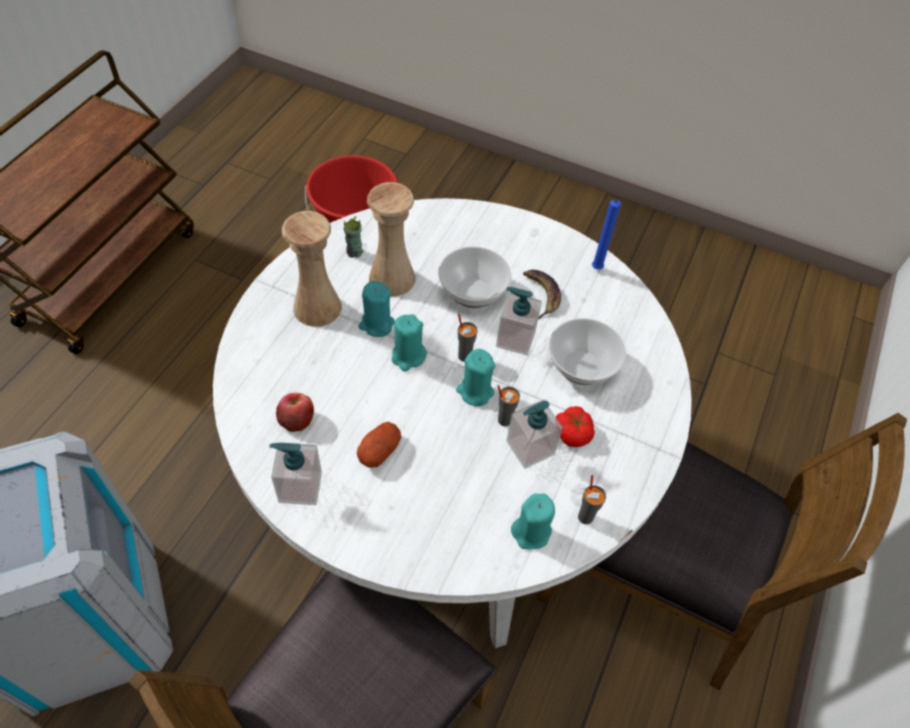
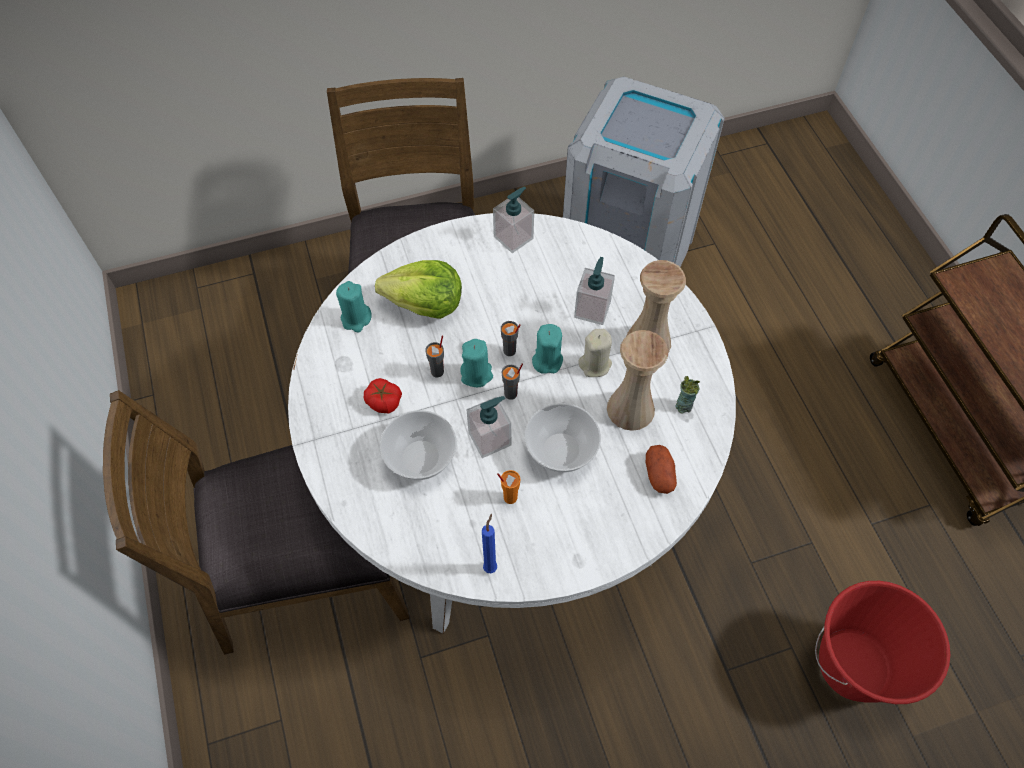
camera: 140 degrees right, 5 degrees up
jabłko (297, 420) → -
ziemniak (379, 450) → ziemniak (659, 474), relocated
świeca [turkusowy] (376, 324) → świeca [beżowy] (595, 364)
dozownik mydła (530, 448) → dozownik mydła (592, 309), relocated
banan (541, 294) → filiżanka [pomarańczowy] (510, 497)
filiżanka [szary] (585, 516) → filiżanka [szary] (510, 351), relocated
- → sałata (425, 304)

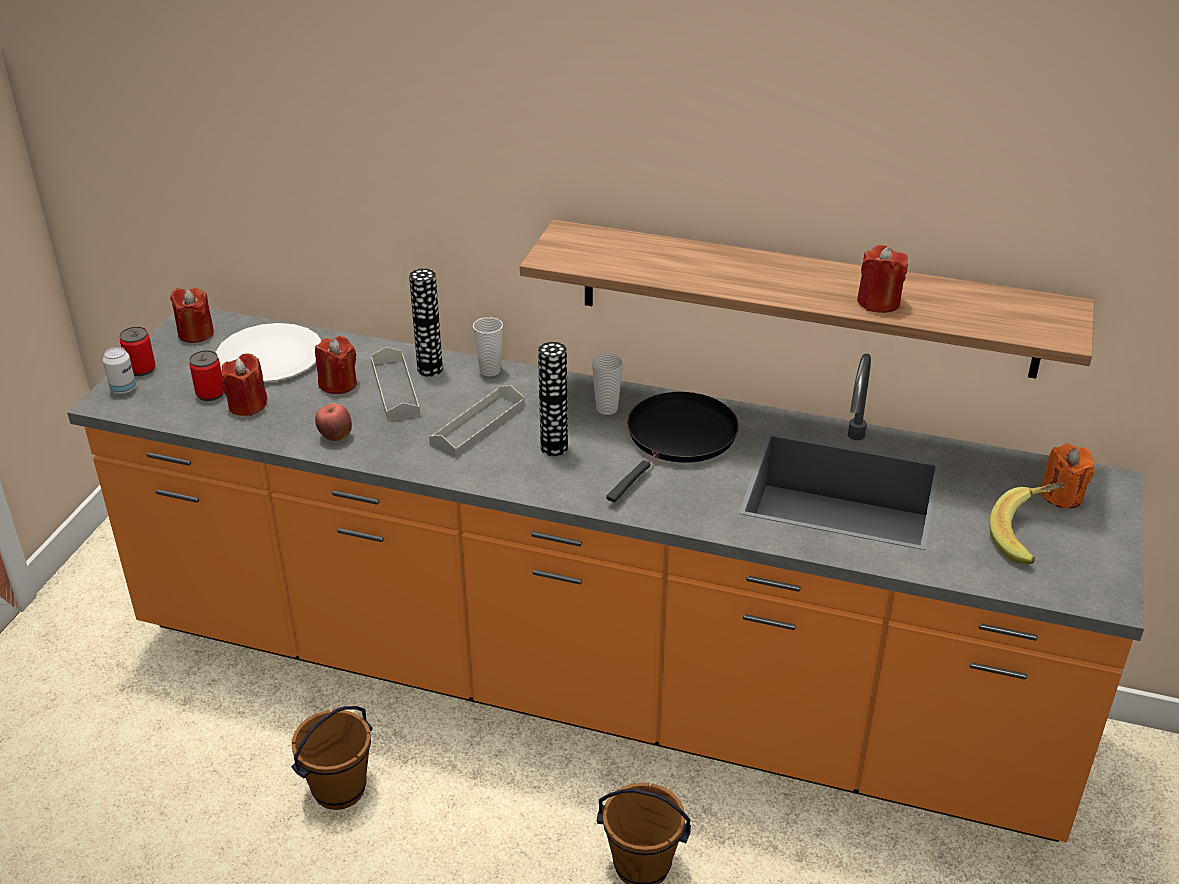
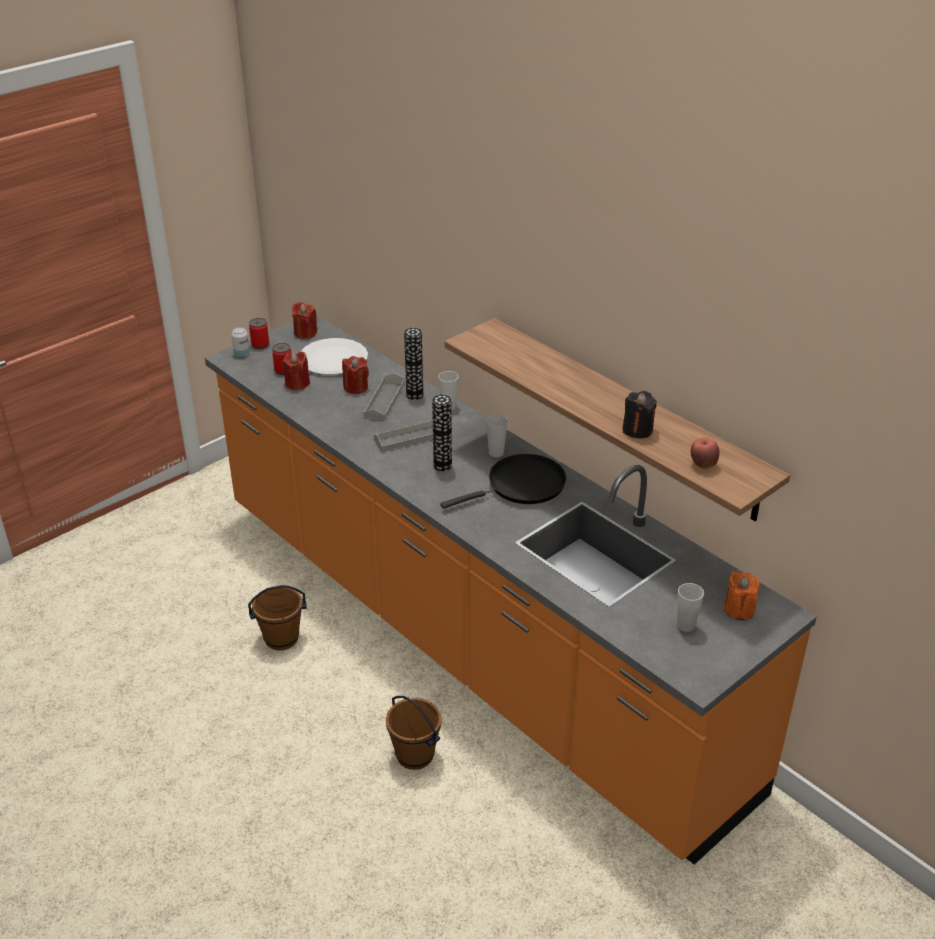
camera: 30 degrees right, 0 degrees up
jabłko (335, 437) → jabłko (703, 465), relocated
świeca [czerwony] (878, 302) → świeca [czarny] (637, 430)
banan (1028, 537) → filiżanka (686, 625)

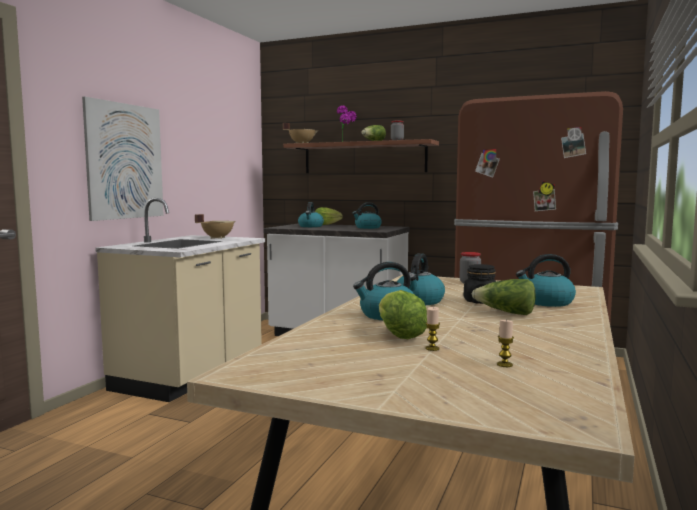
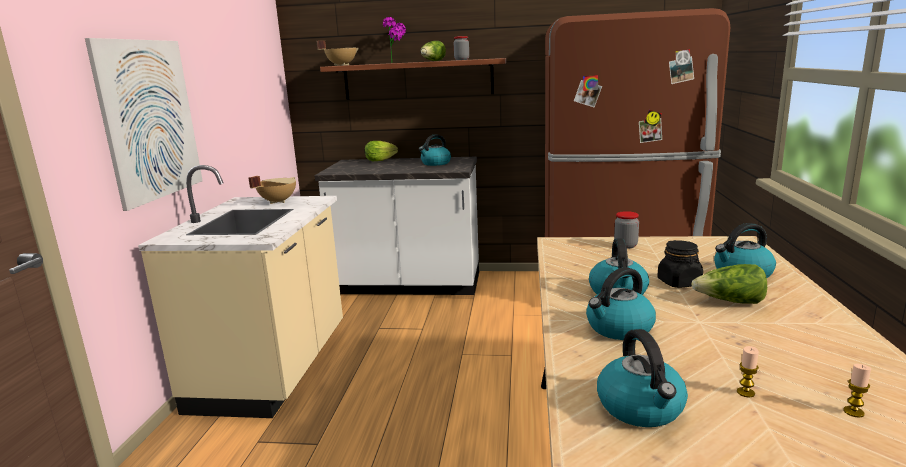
camera: 15 degrees left, 10 degrees up
czajnik (310, 226) → czajnik (641, 408), relocated
sałata (399, 335) → -

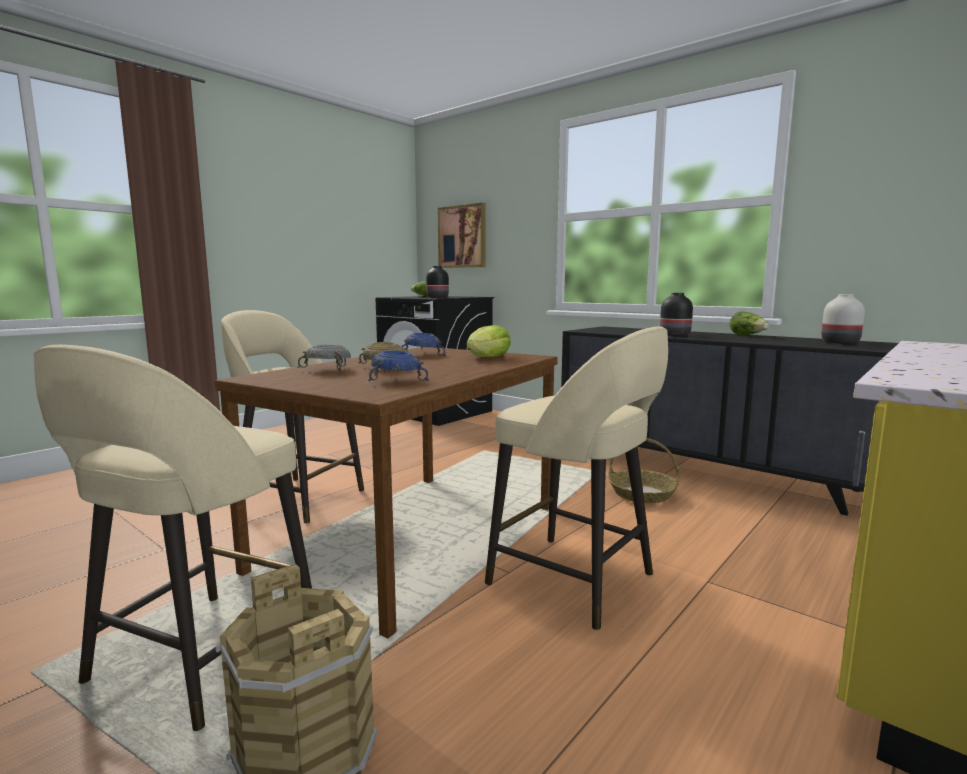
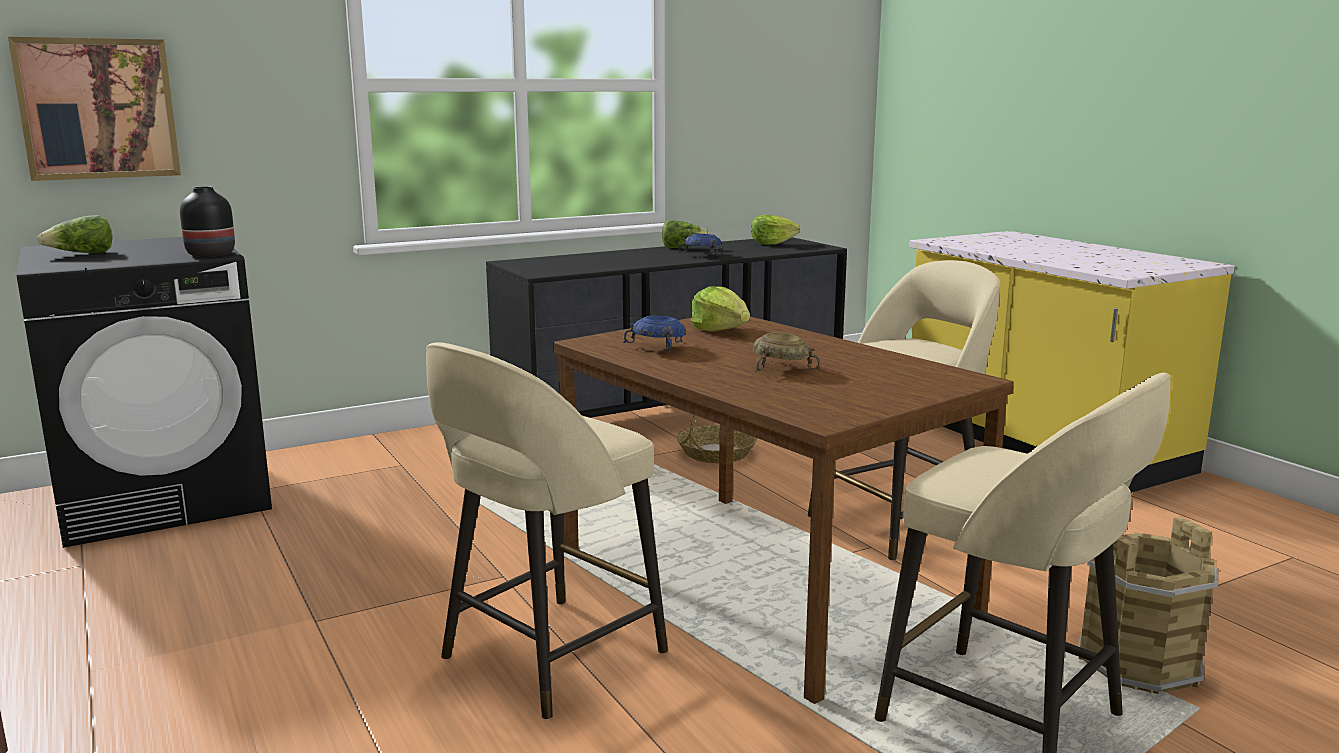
camera: 70 degrees left, 5 degrees up
miska [szary] (328, 370) → -
miska [niebieski] (395, 380) → miska [niebieski] (703, 255), relocated
wazon [czarny] (674, 335) → -
wazon [biały] (839, 342) → sałata (772, 243)

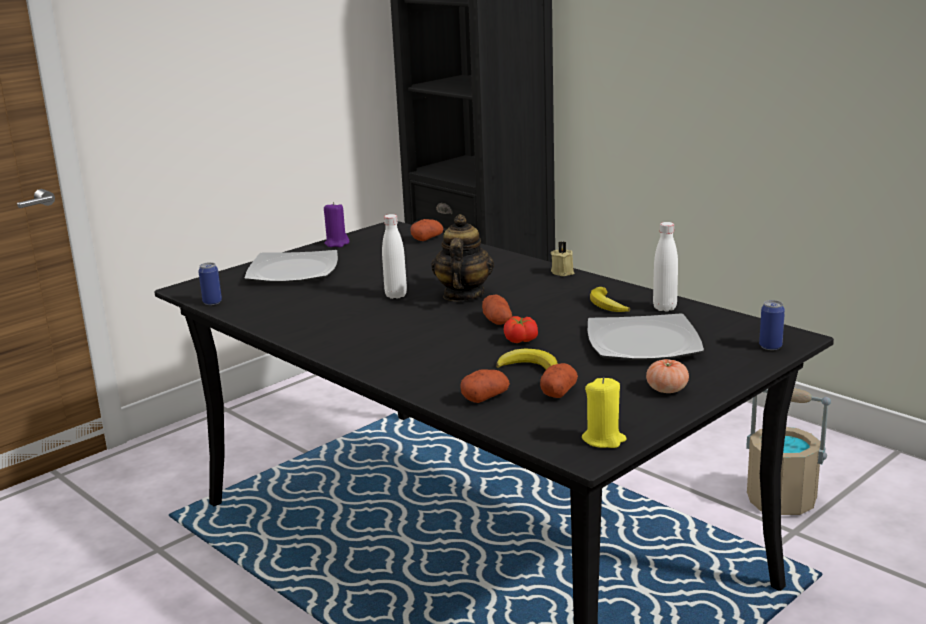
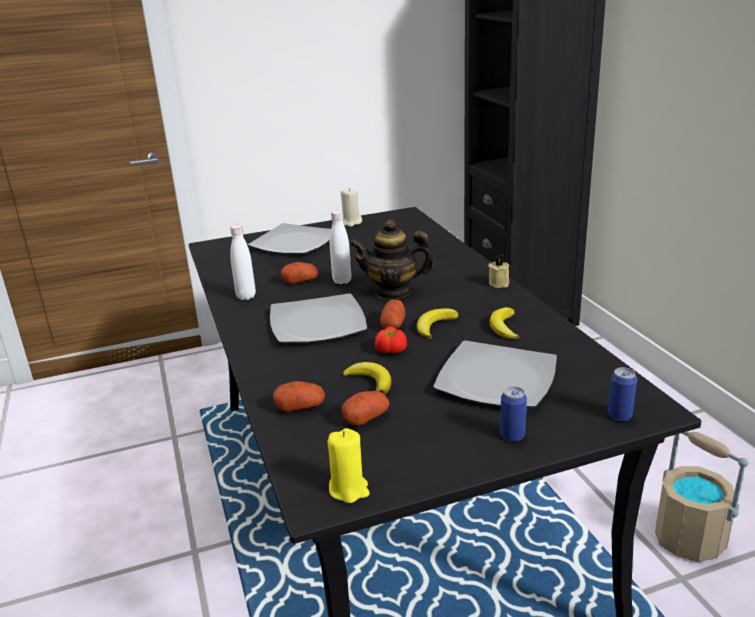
camera: 25 degrees right, 5 degrees up
puszka (212, 302) → puszka (512, 435), relocated
świeca [fioletowy] (337, 243) → świeca [beżowy] (351, 223)
ziemniak (427, 239) → ziemniak (300, 281), relocated
imbryk (463, 295) → imbryk (393, 291), 120 degrees counterclockwise
pomidor (667, 389) → -
butelka [biały] (664, 308) → butelka [biały] (246, 296), relocated
- → talerz (318, 324)
- → banan (434, 326)

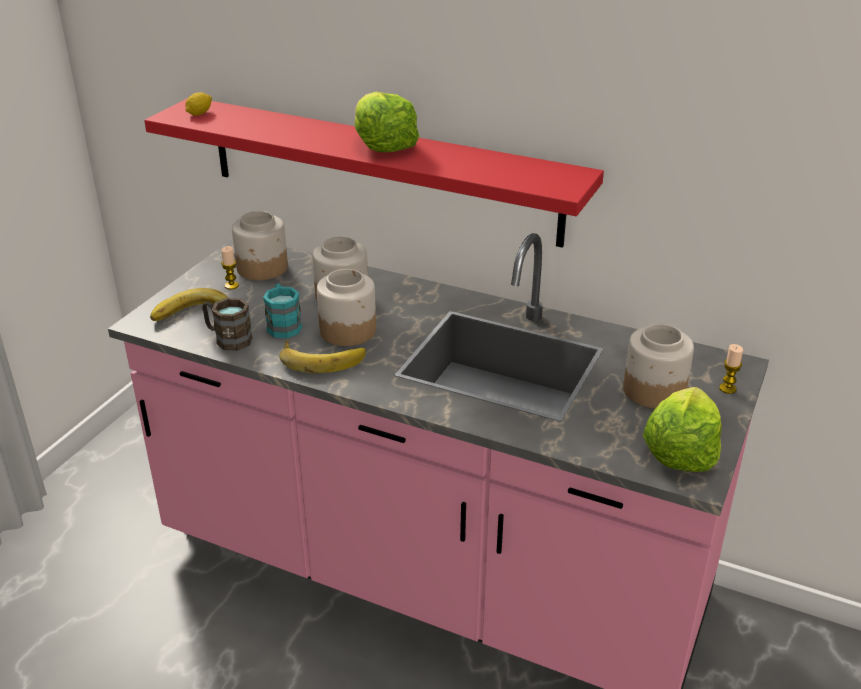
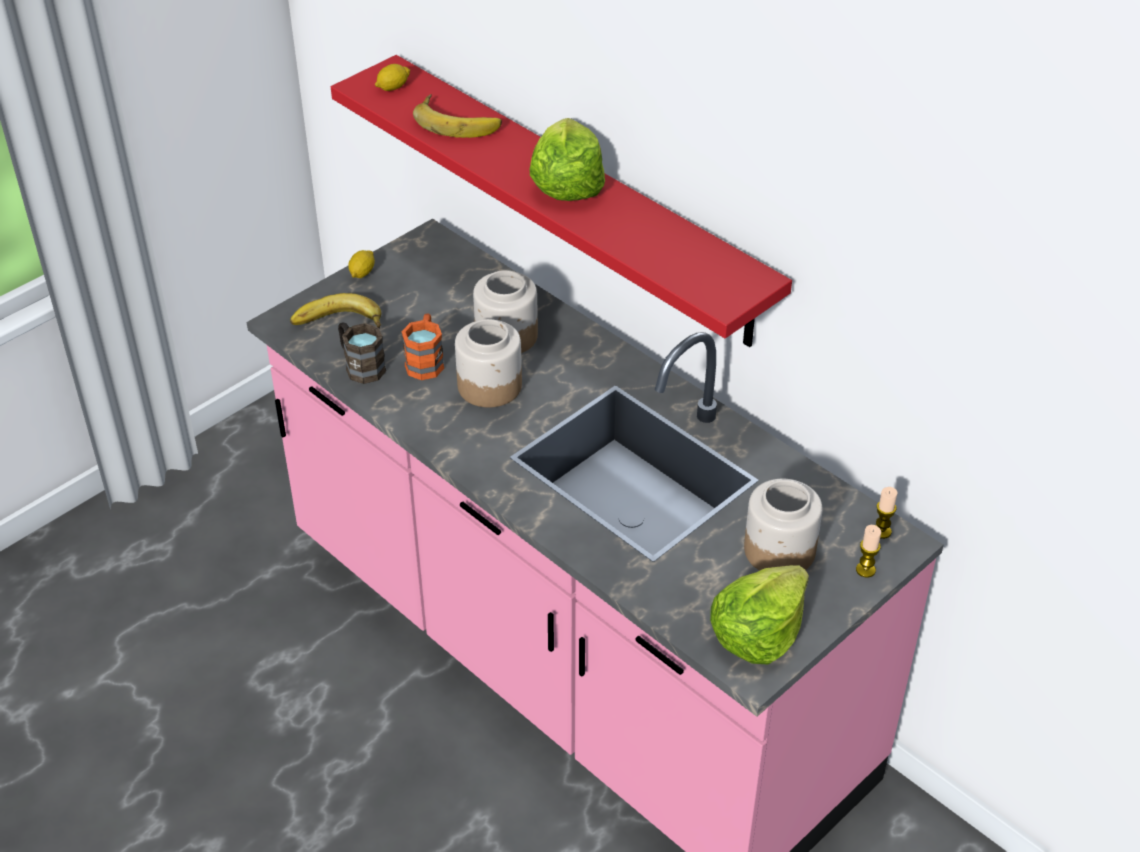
camera: 20 degrees right, 10 degrees up
świeca (231, 286) → świeca (881, 531), relocated
słoik (262, 268) → -
kubek [turkusowy] (283, 324) → kubek [pomarańczowy] (425, 361)
banan (322, 358) → banan (458, 121), relocated
- → cytryna (362, 273)

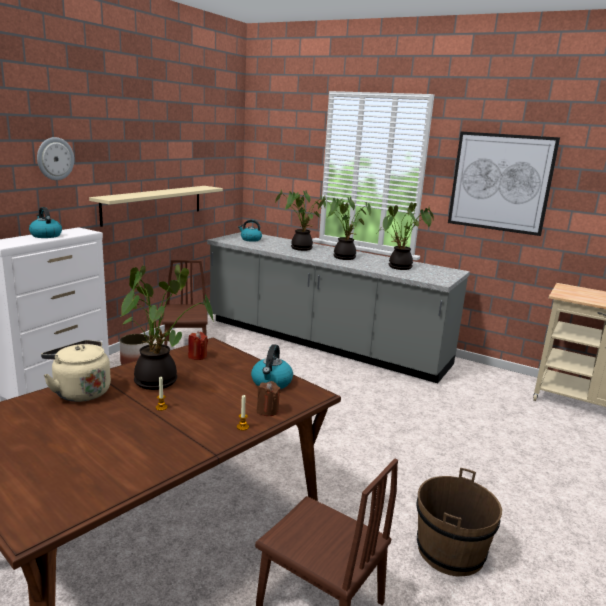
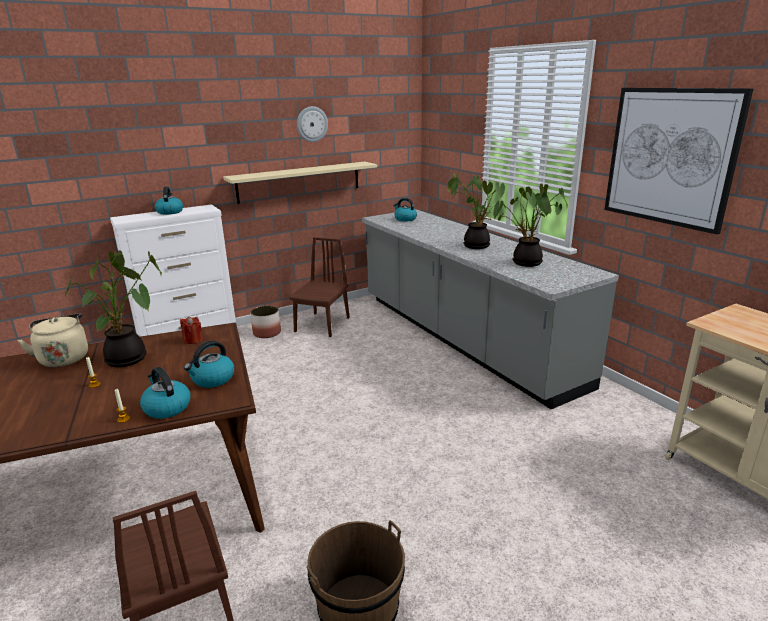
camera: 30 degrees right, 5 degrees up
zegar ścienny (55, 158) → zegar ścienny (312, 124), relocated
świeca [brązowy] (267, 411) → czajnik (166, 407)
roślina doniczkowa (300, 248) → -

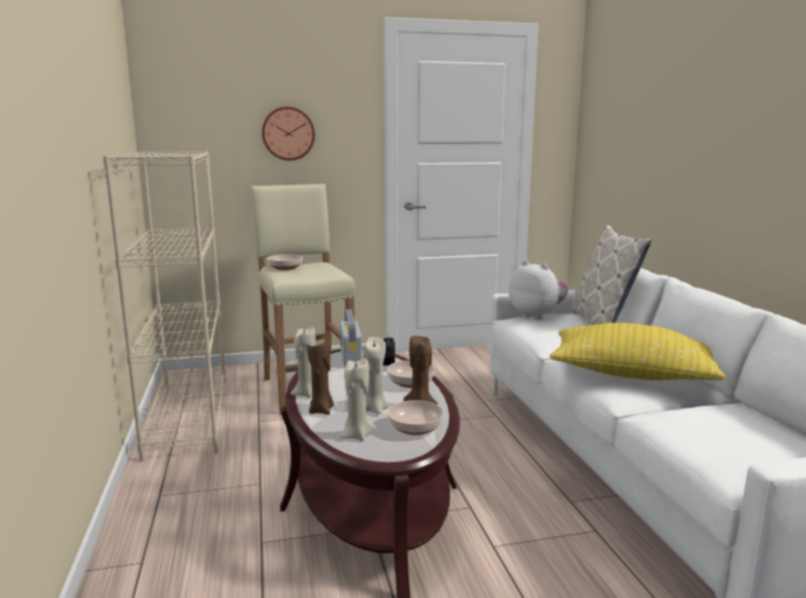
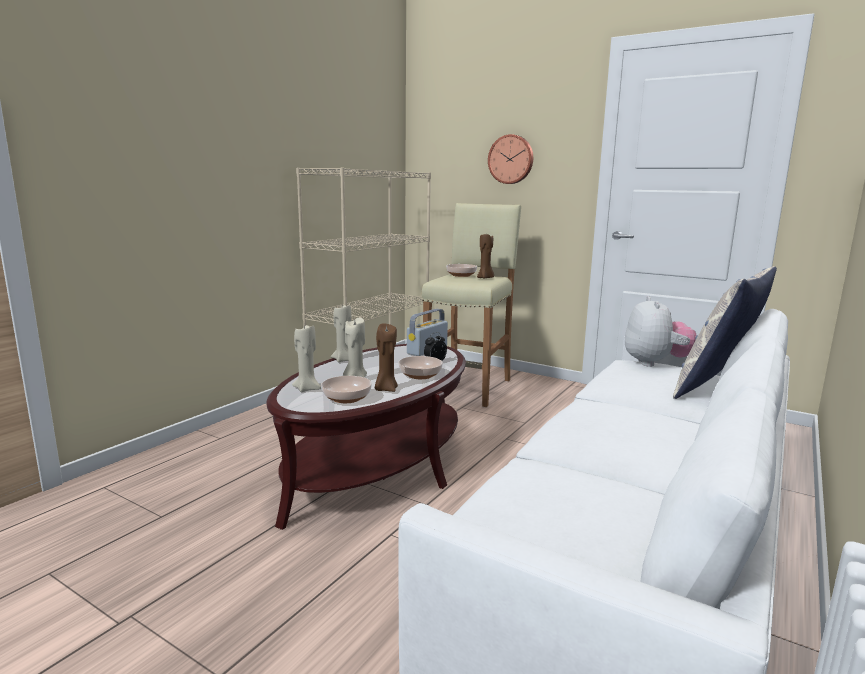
camera: 45 degrees right, 0 degrees up
świeca [brązowy] (322, 410) → świeca [brązowy] (485, 278), relocated
poduszka [żółty] (631, 374) → -

